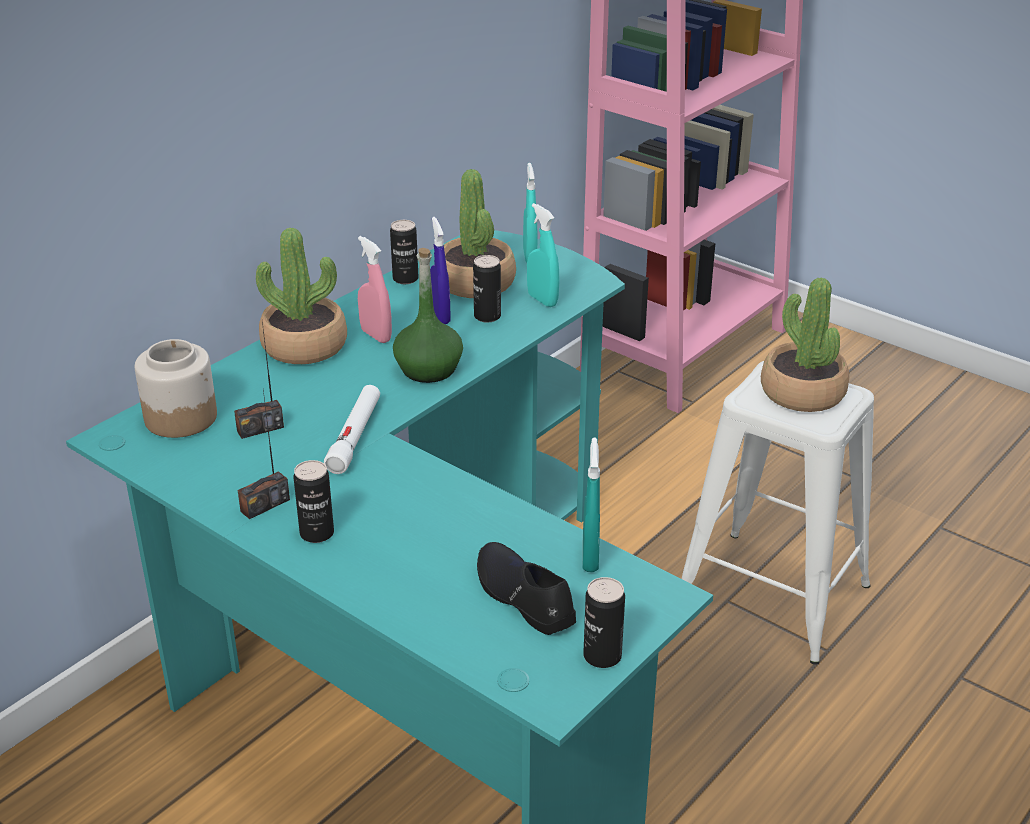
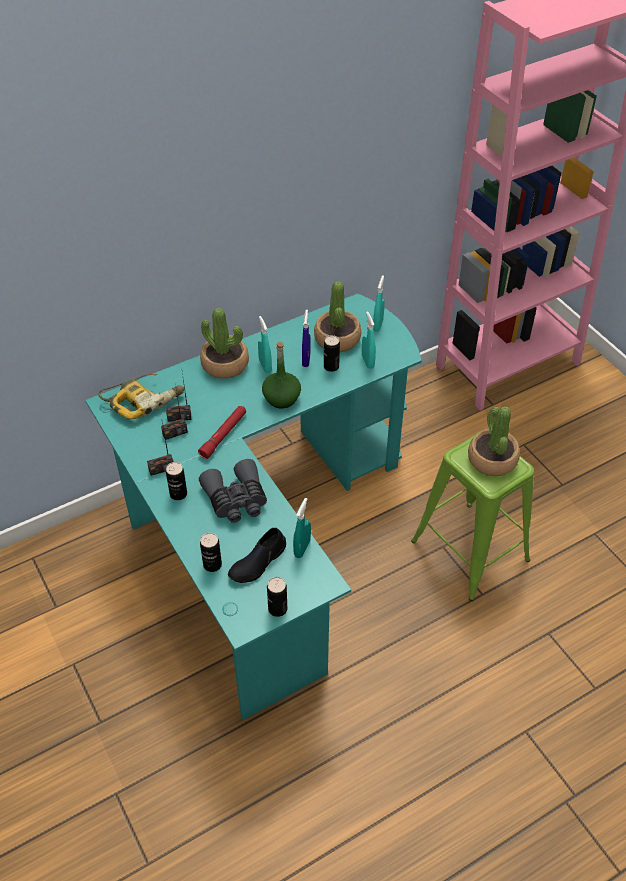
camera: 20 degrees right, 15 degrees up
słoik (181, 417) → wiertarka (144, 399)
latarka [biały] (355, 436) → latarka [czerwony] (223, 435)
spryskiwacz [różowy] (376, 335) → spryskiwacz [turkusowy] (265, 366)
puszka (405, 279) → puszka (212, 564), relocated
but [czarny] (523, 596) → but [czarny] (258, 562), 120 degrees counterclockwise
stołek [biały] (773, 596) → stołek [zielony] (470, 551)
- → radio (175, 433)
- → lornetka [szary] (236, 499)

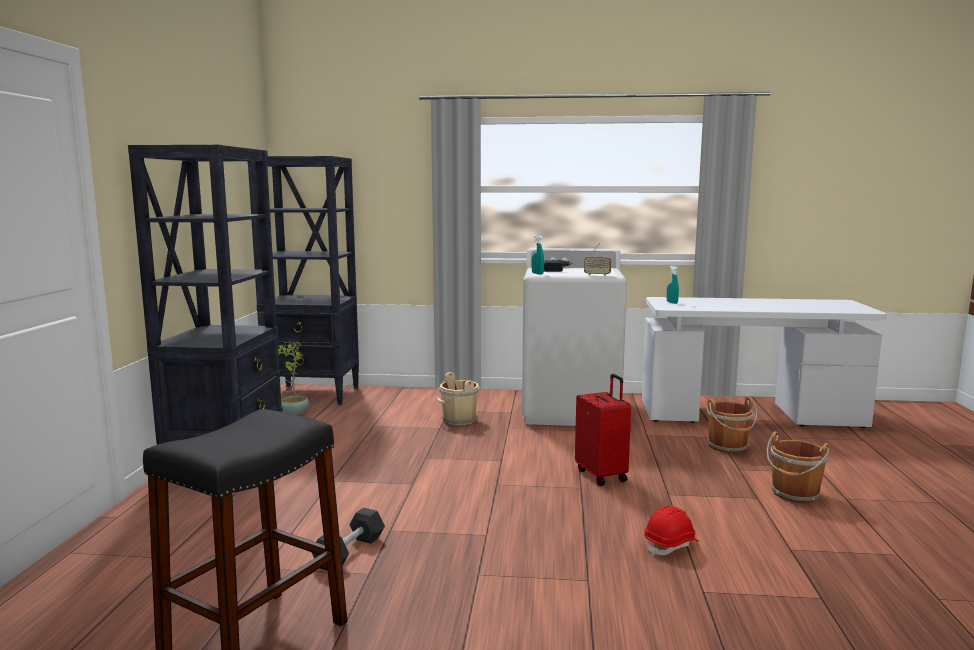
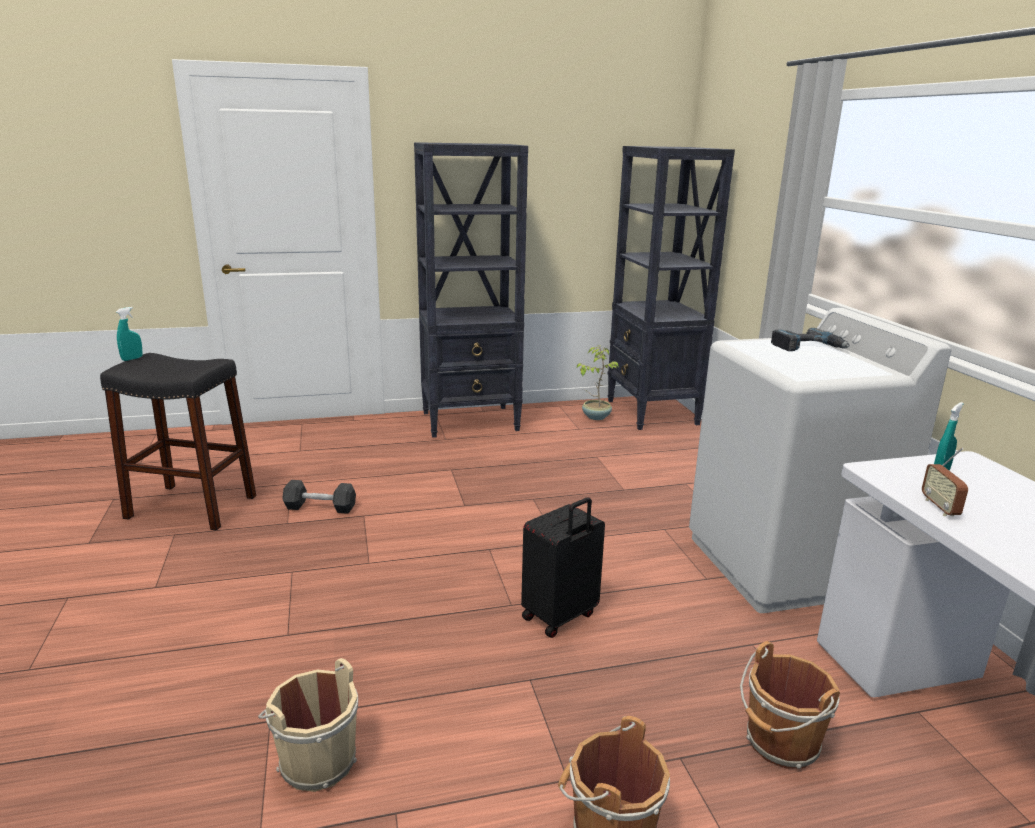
camera: 70 degrees right, 10 degrees up
wiadro [beżowy] (458, 420) → wiadro [beżowy] (315, 761), relocated
spryskiwacz [turkusowy] (537, 274) → spryskiwacz [turkusowy] (132, 359), relocated
walizka [czerwony] (602, 475) → walizka [czarny] (560, 617)
radio (597, 275) → radio (939, 507), relocated
kask [czerwony] (671, 545) → -

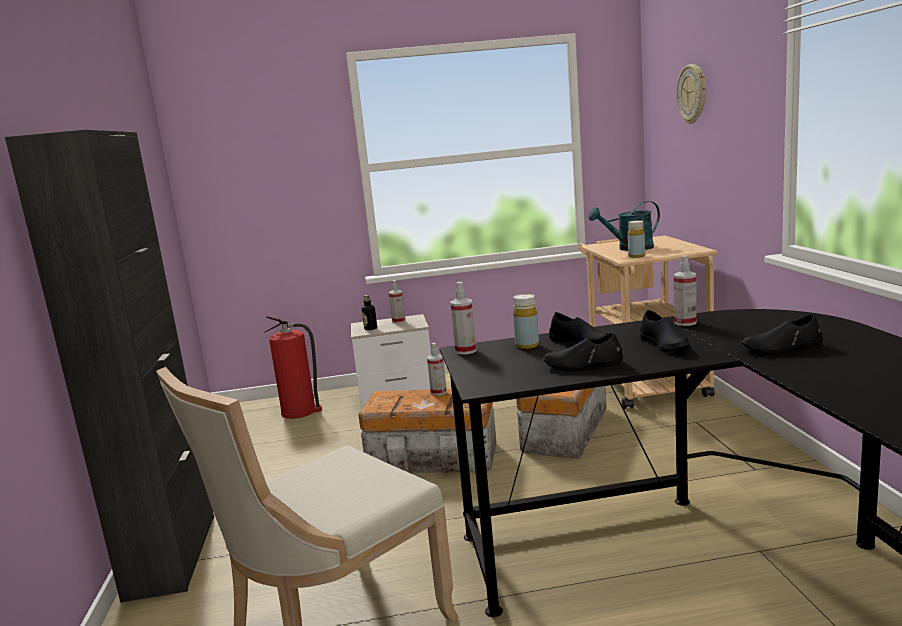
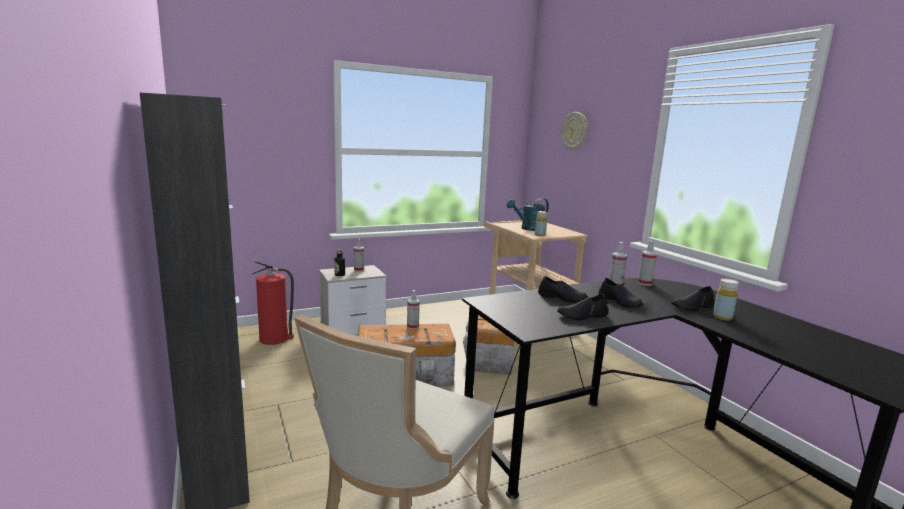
camera: 20 degrees left, 0 degrees up
spryskiwacz (465, 351) → spryskiwacz (645, 283), relocated
butelka [żółty] (527, 345) → butelka [żółty] (722, 317), relocated

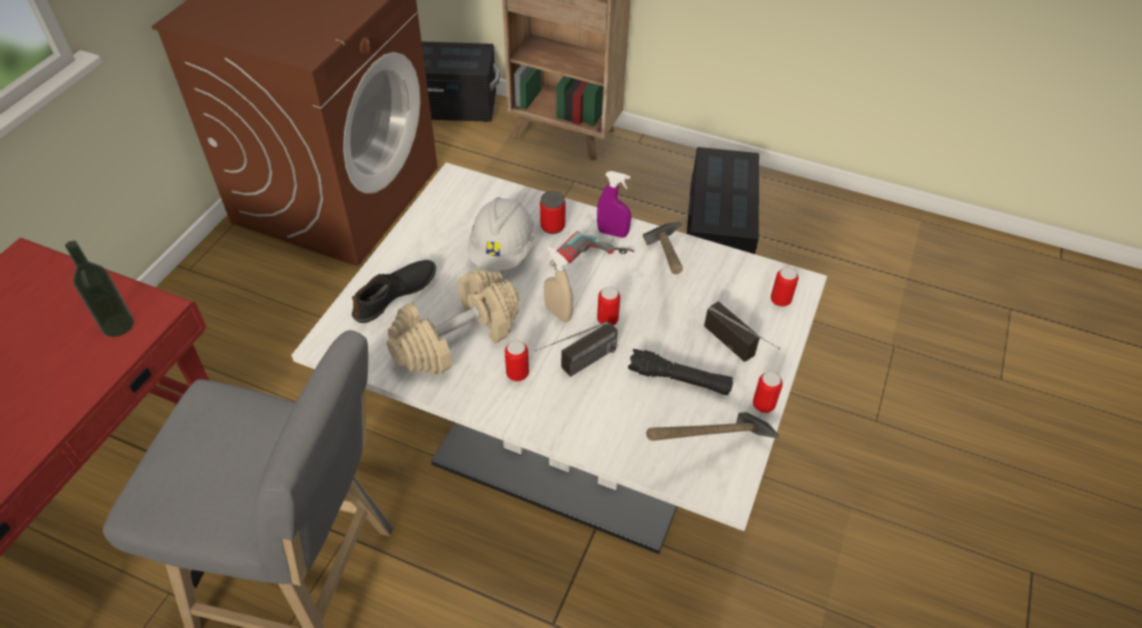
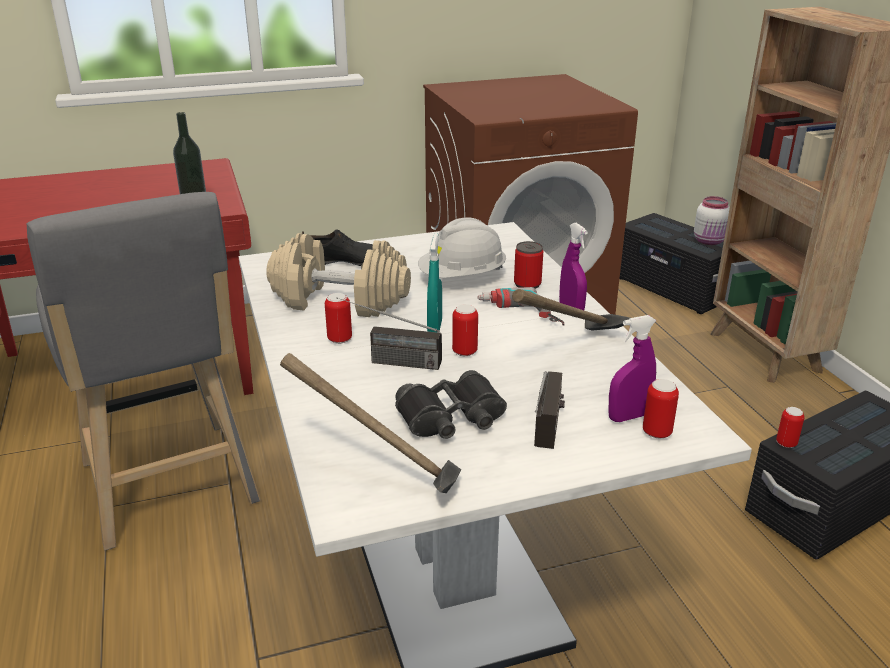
camera: 50 degrees right, 20 degrees down
spryskiwacz [beżowy] (558, 313) → spryskiwacz [turkusowy] (434, 327)
latarka [czarny] (679, 380) → lornetka [czarny] (451, 418)
puszka (763, 405) → puszka (786, 443), relocated
- → spryskiwacz [fioletowy] (628, 417)
- → słoik [biały] (709, 241)

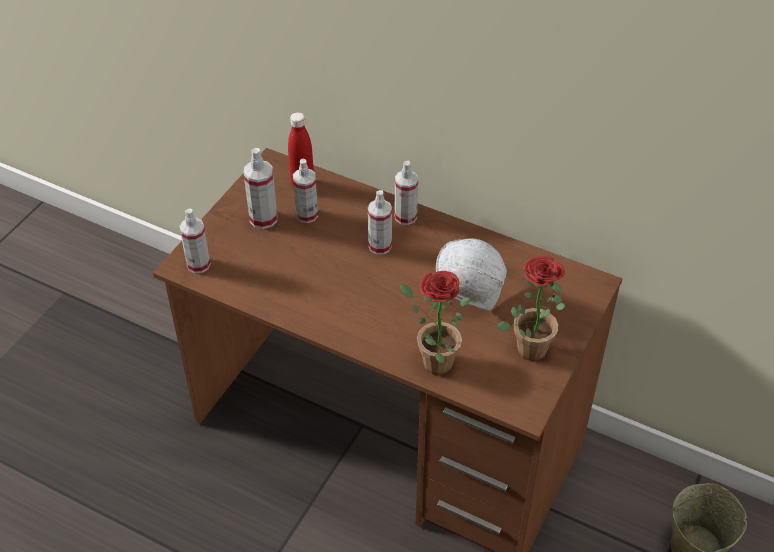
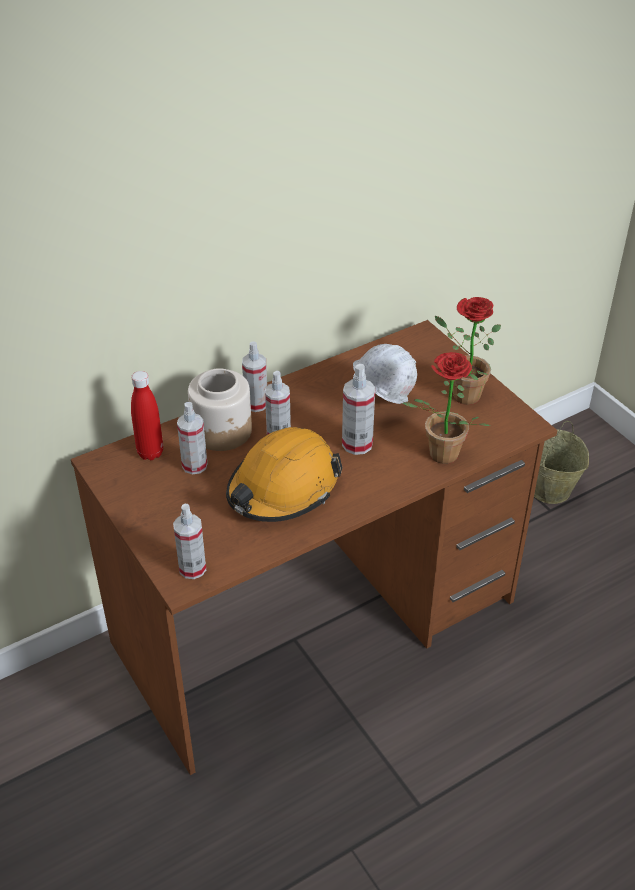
camera: 60 degrees left, 5 degrees down
spryskiwacz (263, 219) → spryskiwacz (357, 444), relocated
- → słoik (222, 431)
- → kask [pomarańczowy] (283, 488)

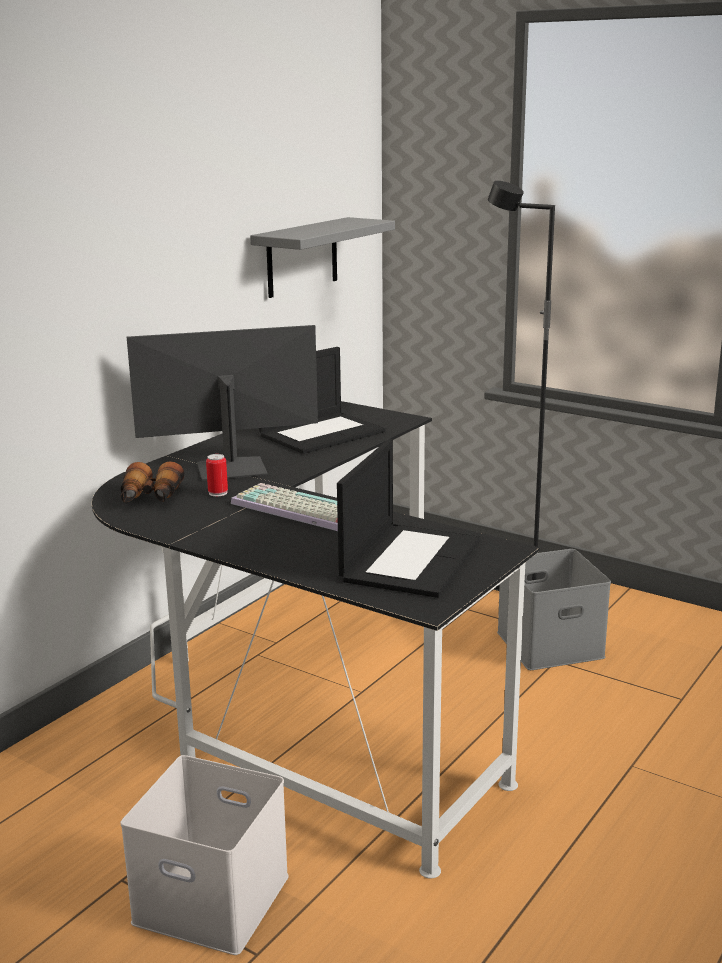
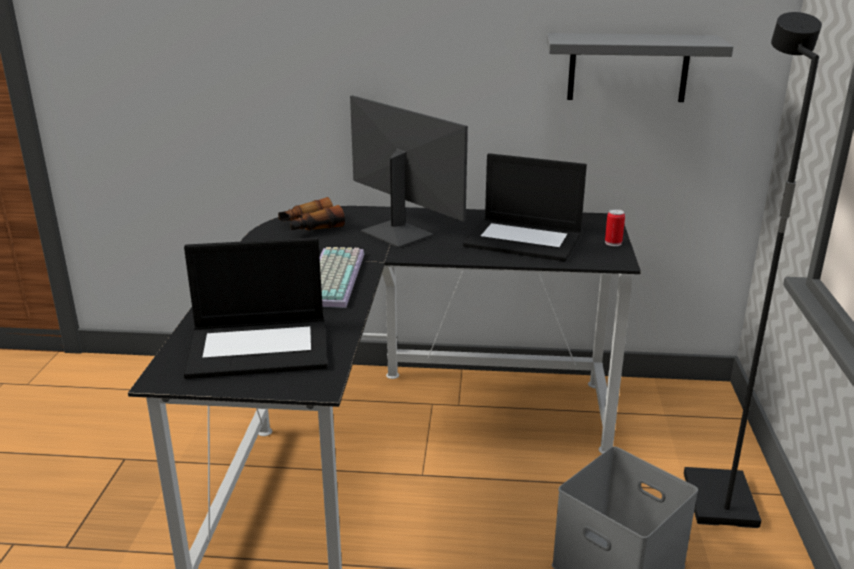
camera: 60 degrees right, 5 degrees up
pojemnik do przechowywania [biały] (215, 897) → -
puszka (218, 493) → puszka (613, 243), relocated

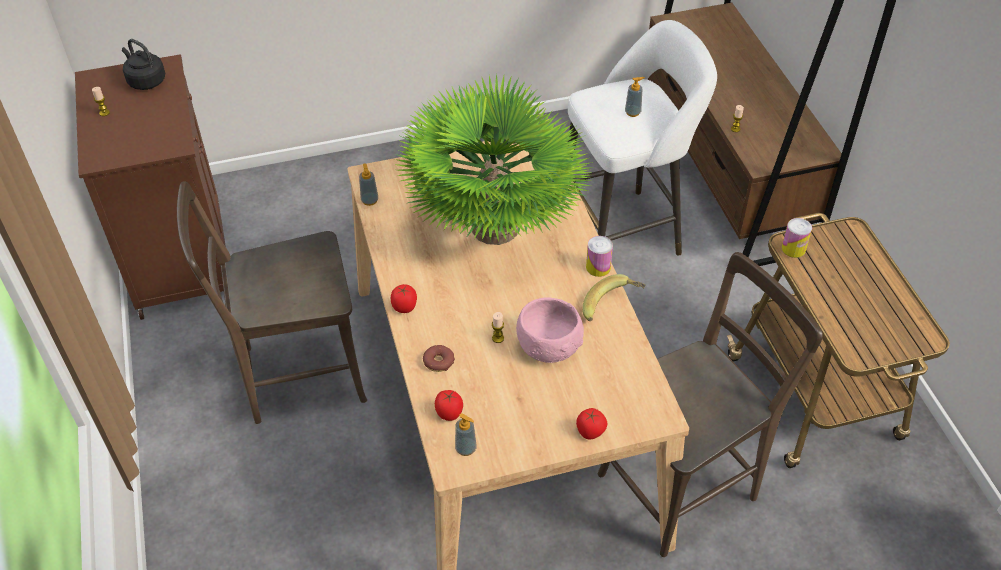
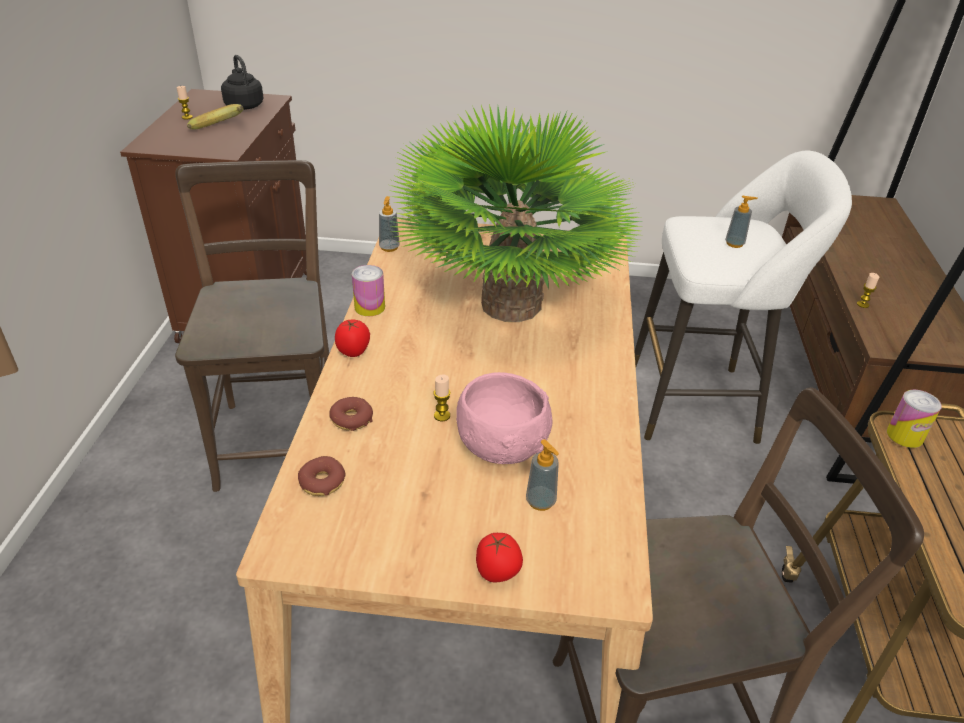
camera: 20 degrees right, 10 degrees down
krzesło [brązowy] (295, 375) → krzesło [brązowy] (280, 435), 75 degrees clockwise
pomidor (449, 413) → donut (322, 482)
dozownik mydła (466, 448) → dozownik mydła (540, 501), relocated
banan (612, 307) → banan (221, 130), relocated
puszka (598, 267) → puszka (369, 307), relocated

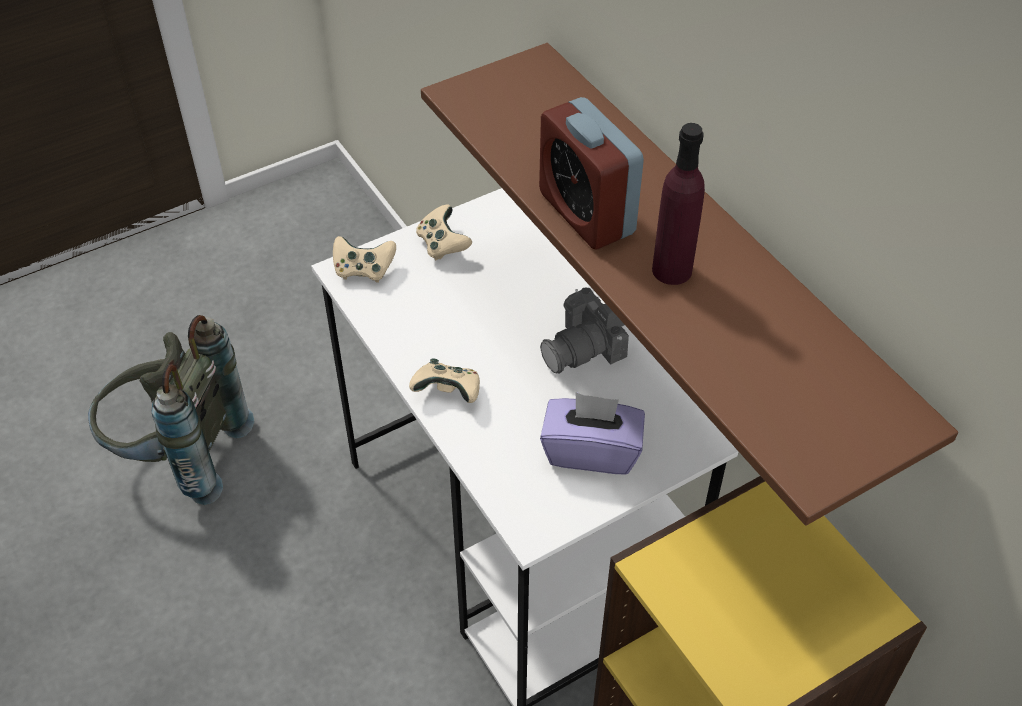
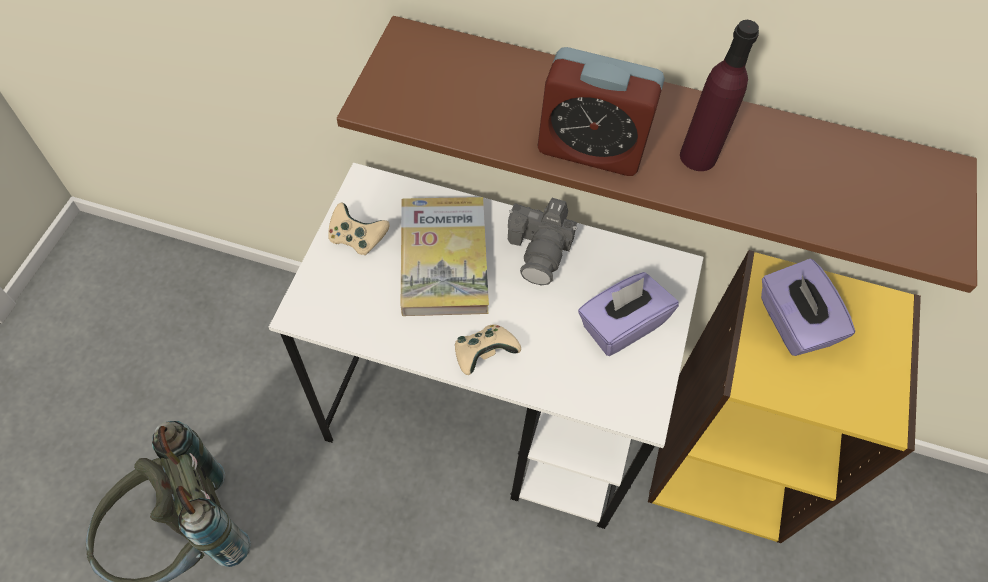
camera: 45 degrees left, 10 degrees up
pad do gier [beżowy] (363, 270) → -
- → książka (443, 259)
- → pudełko chusteczek [fioletowy] (792, 323)

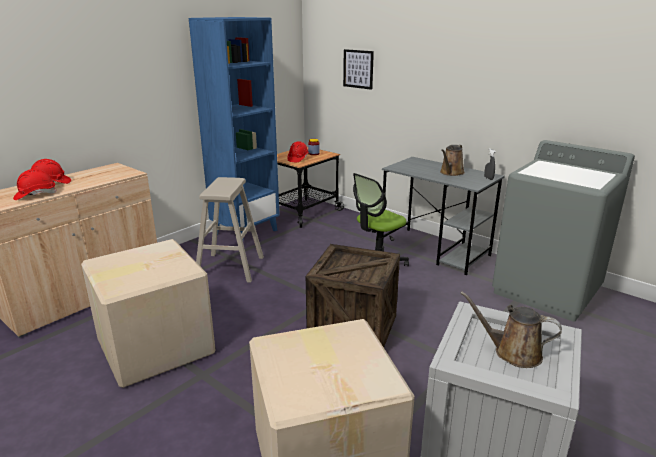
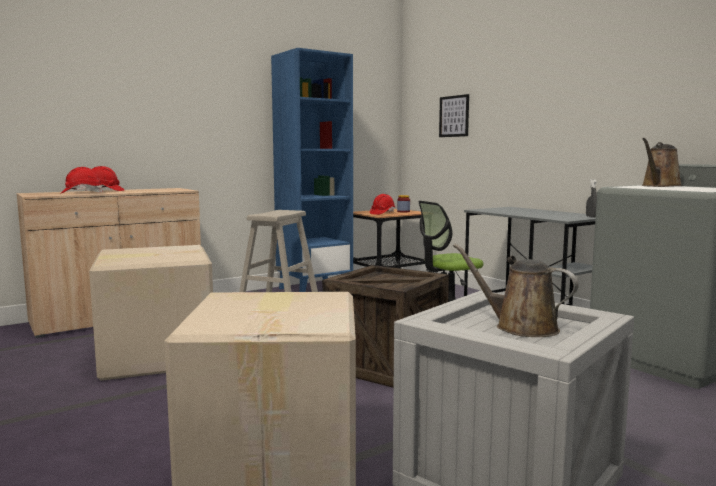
camera: 15 degrees right, 15 degrees down
konewka [brązowy] (451, 173) → konewka [brązowy] (659, 186), relocated

